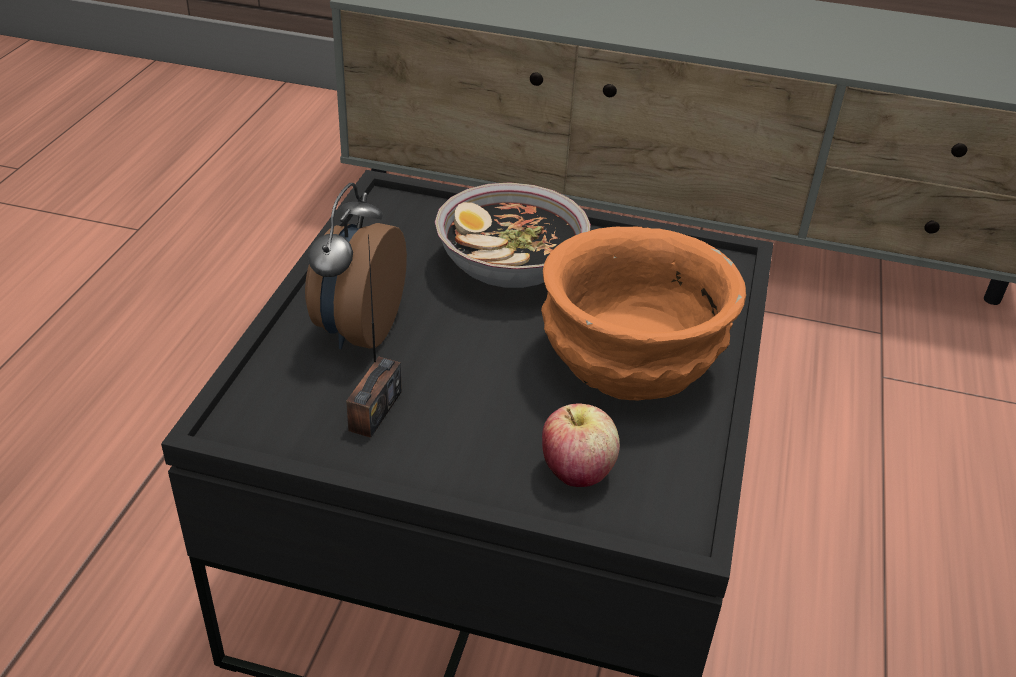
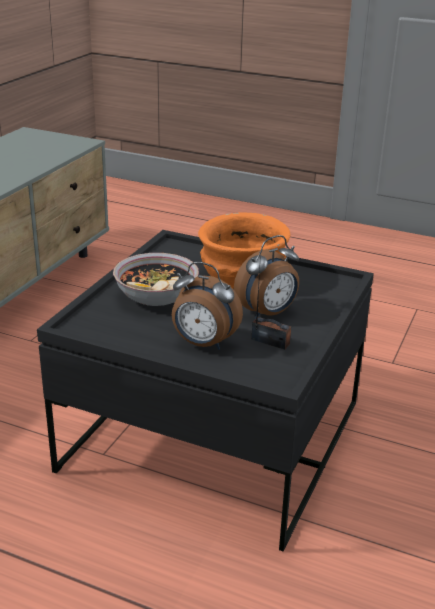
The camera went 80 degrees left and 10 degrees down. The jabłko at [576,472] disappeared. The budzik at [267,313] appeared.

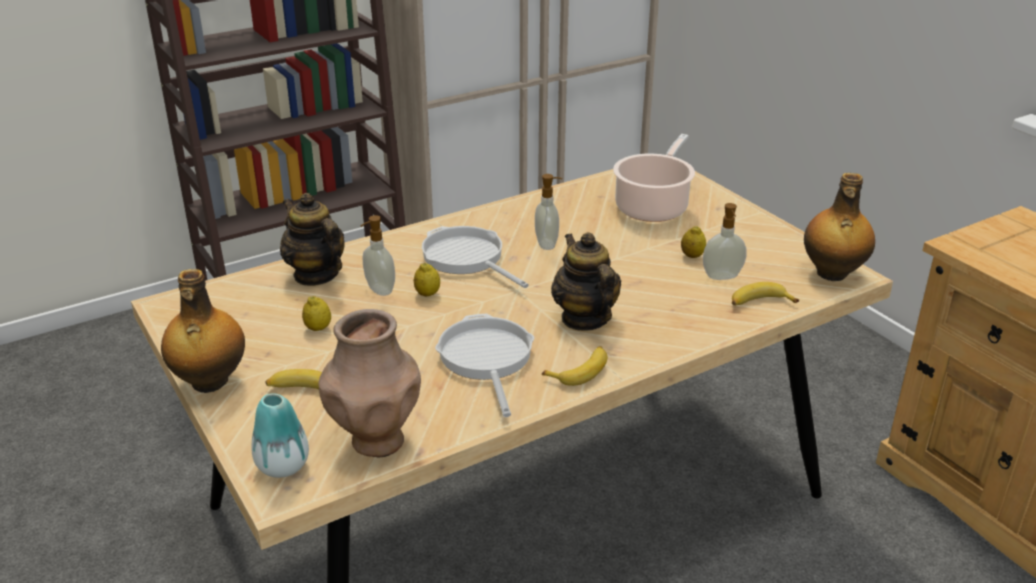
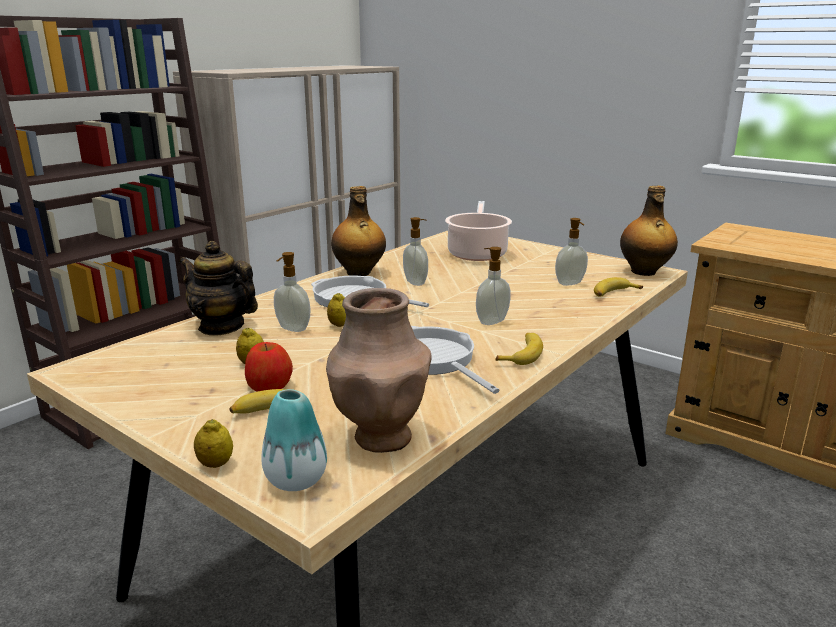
The camera went 20 degrees left and 10 degrees down. The jabłko at [269,385] appeared. The butelka moved from [209,382] to [359,273]. The cytryna moved from [692,256] to [215,464]. The imbryk at [584,318] was replaced by the dozownik mydła at [491,321].

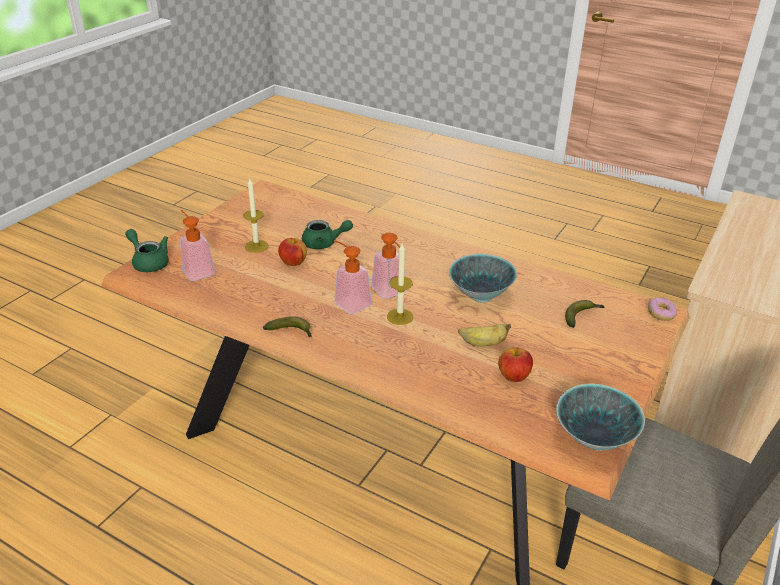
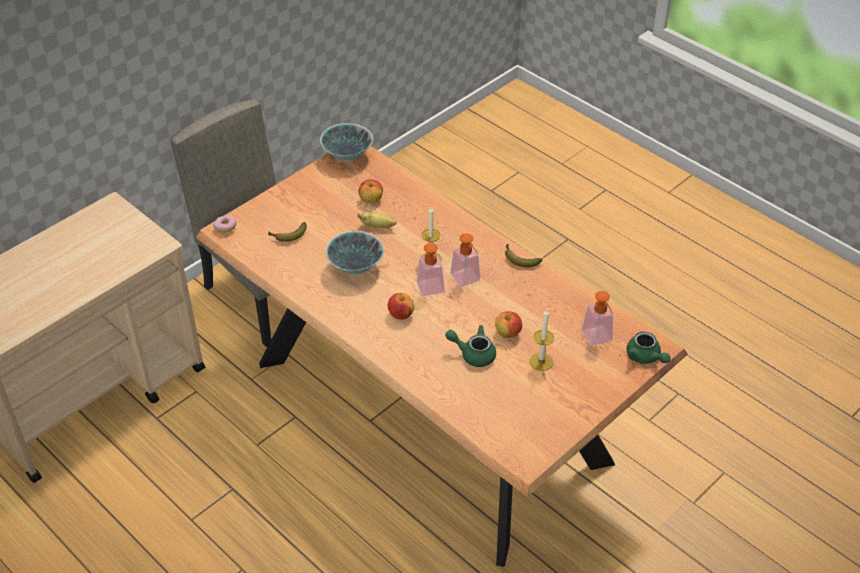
The camera went 165 degrees left and 10 degrees up. The jabłko at [401,314] appeared.

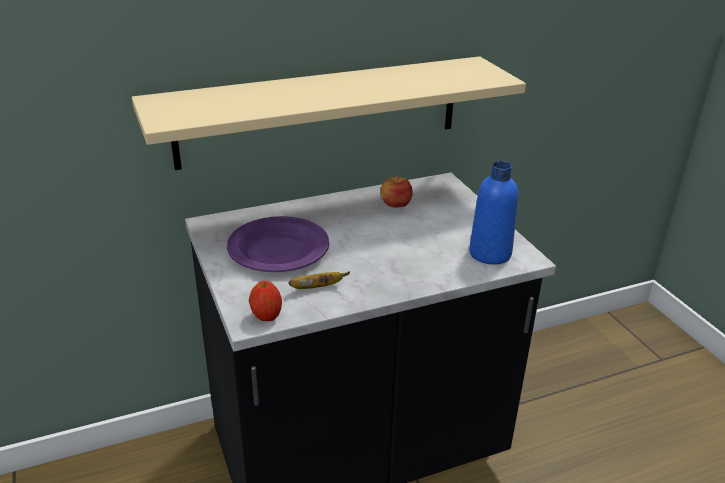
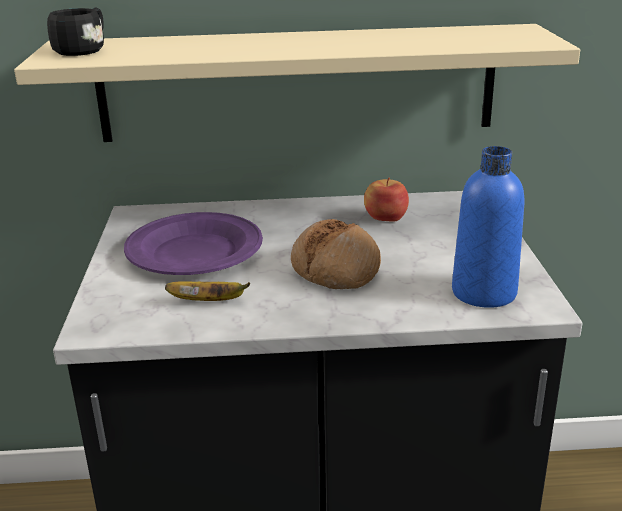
The camera went 20 degrees right and 5 degrees down. The jabłko at [266,316] disappeared. The kubek (czarny) at [83,50] appeared. The chleb at [336,269] appeared.

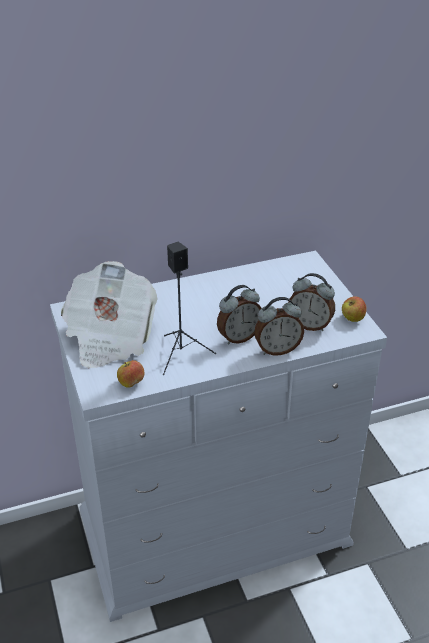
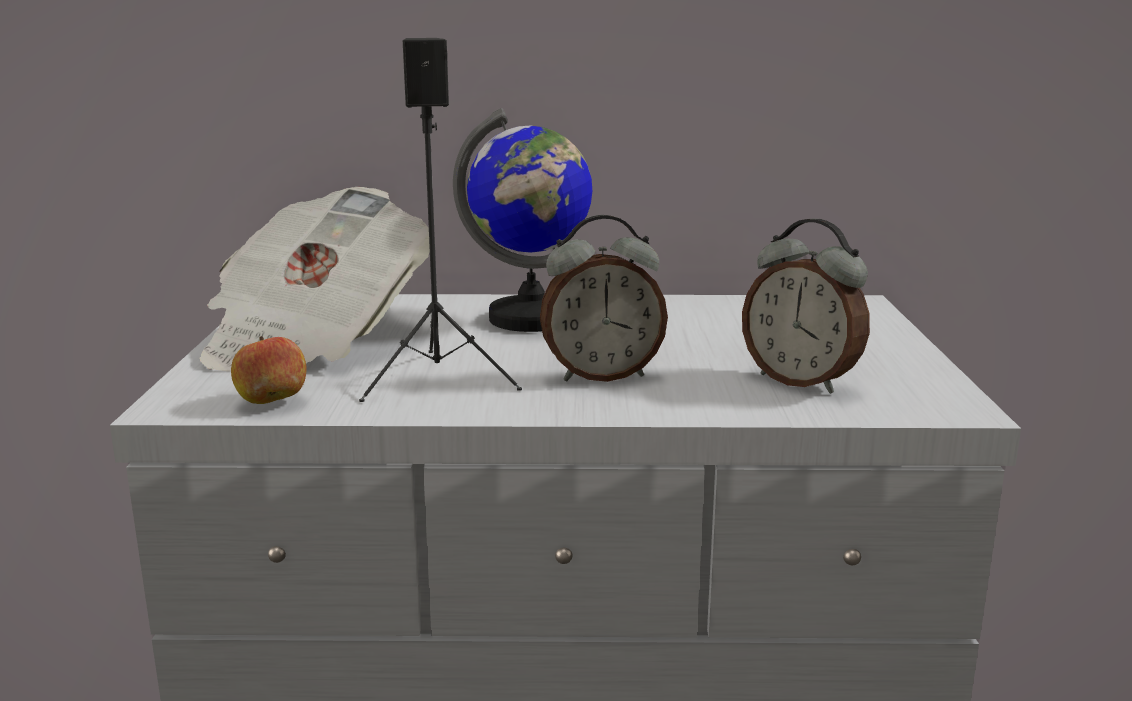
The camera went 20 degrees right and 20 degrees down. The budzik at [277,349] disappeared. The jabłko at [352,318] disappeared. The globus at [532,319] appeared.

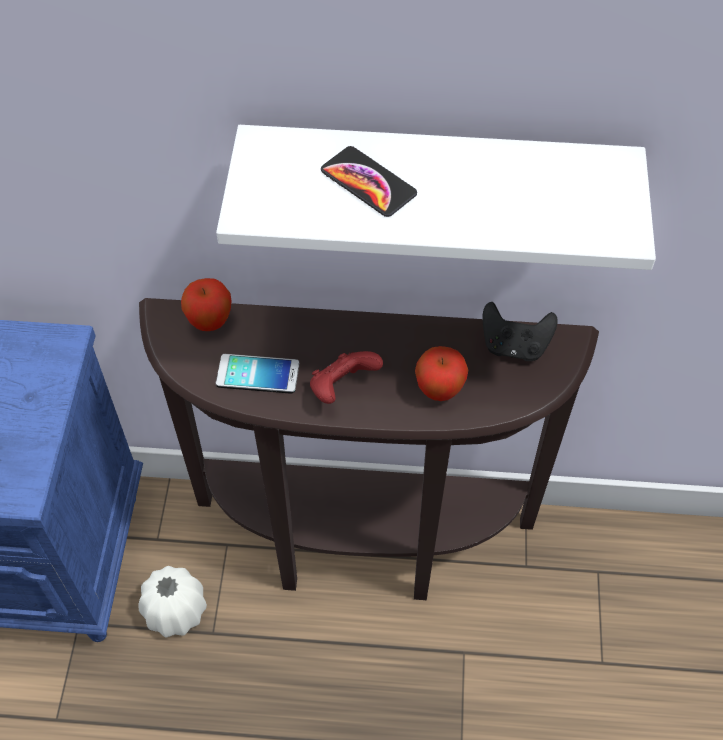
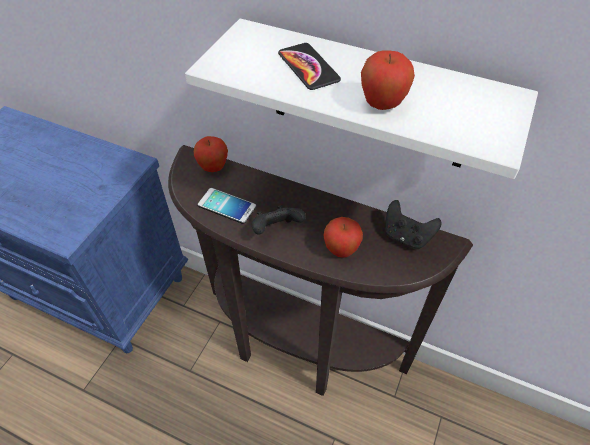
The camera went 20 degrees right and 5 degrees down. The wazon (biały) at [176,611] disappeared. The jabłko at [382,105] appeared. The pad do gier (czerwony) at [342,388] became the pad do gier (czarny) at [276,229].

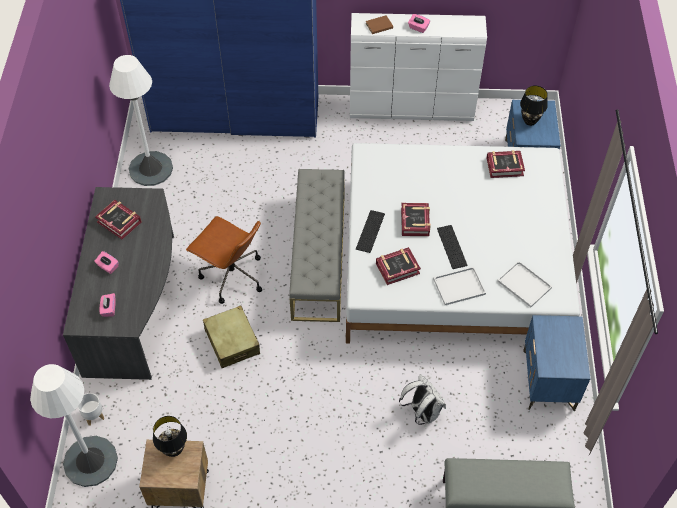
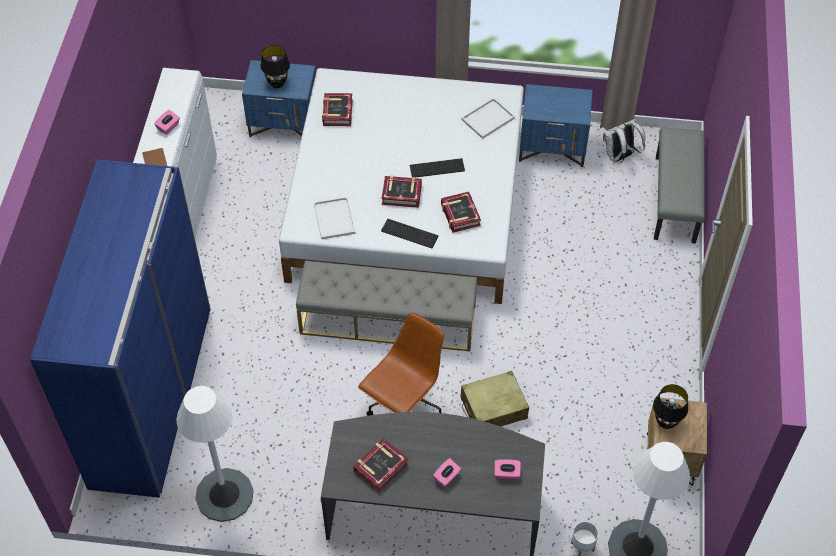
The camera went 85 degrees left and 0 degrees up. The plecak (biały) moved from [422,412] to [619,156]. The taca (biały) moved from [460,286] to [333,218].

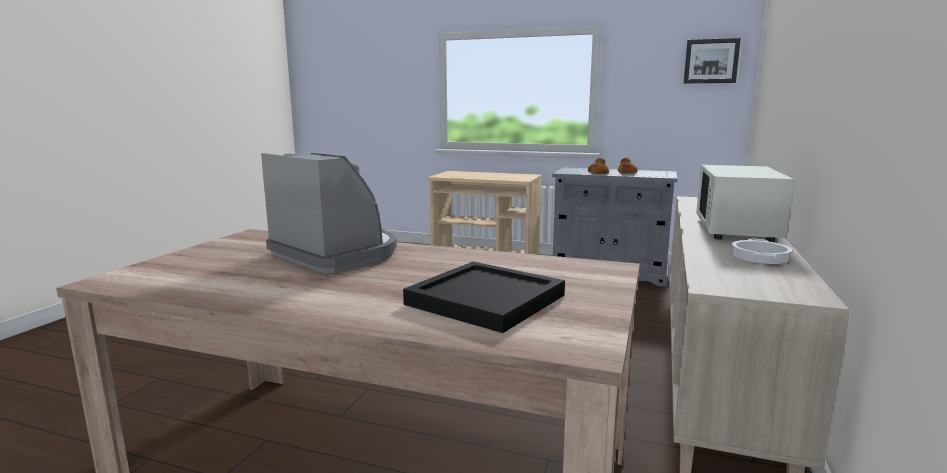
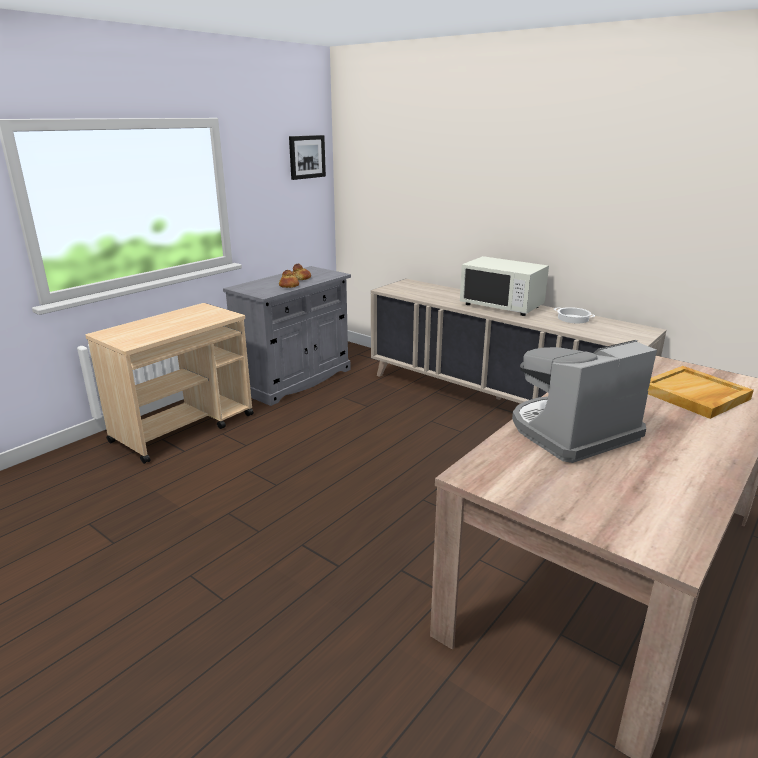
The camera went 70 degrees left and 10 degrees up. The taca (czarny) at [484,300] became the taca (beżowy) at [694,395].

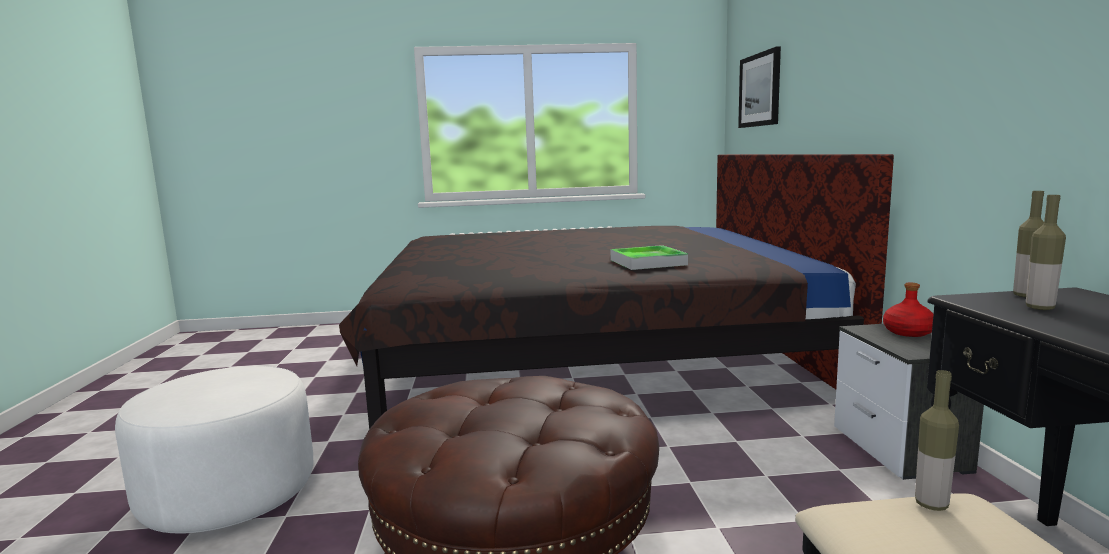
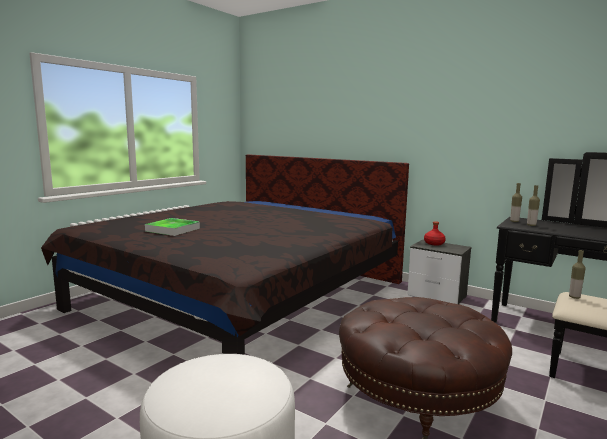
The camera went 50 degrees left and 0 degrees up. The obraz at [760,90] disappeared. The taca moved from [647,262] to [173,230].

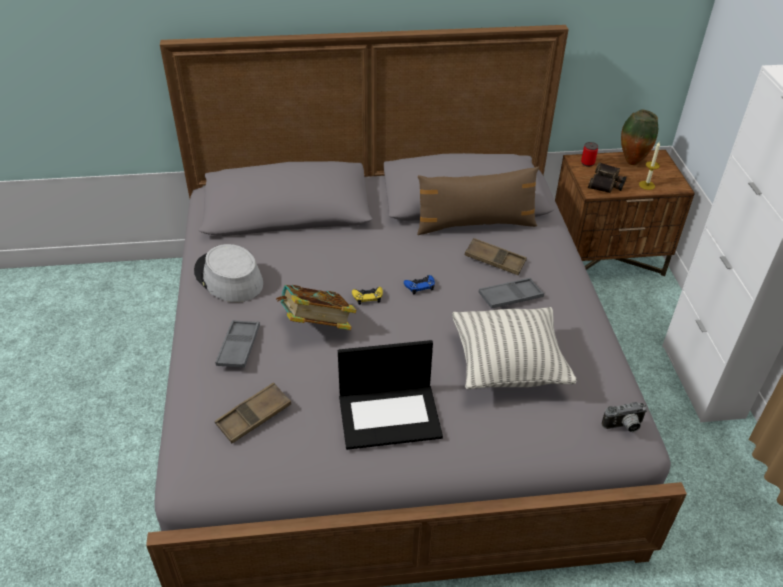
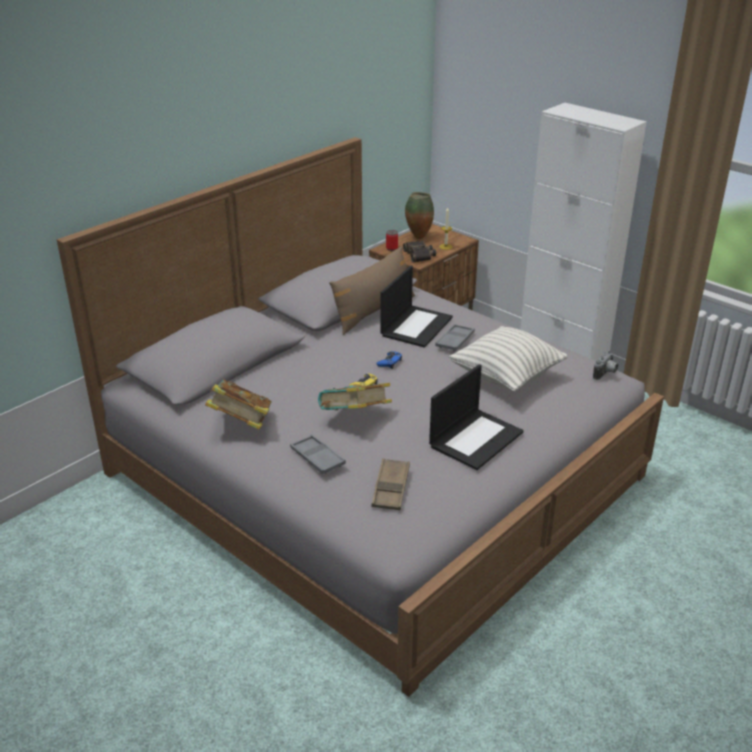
The camera went 40 degrees left and 10 degrees down. The kapelusz (szary) at [228,278] was replaced by the książka at [241,424]. The taca (brązowy) at [495,260] was replaced by the laptop at [416,326].

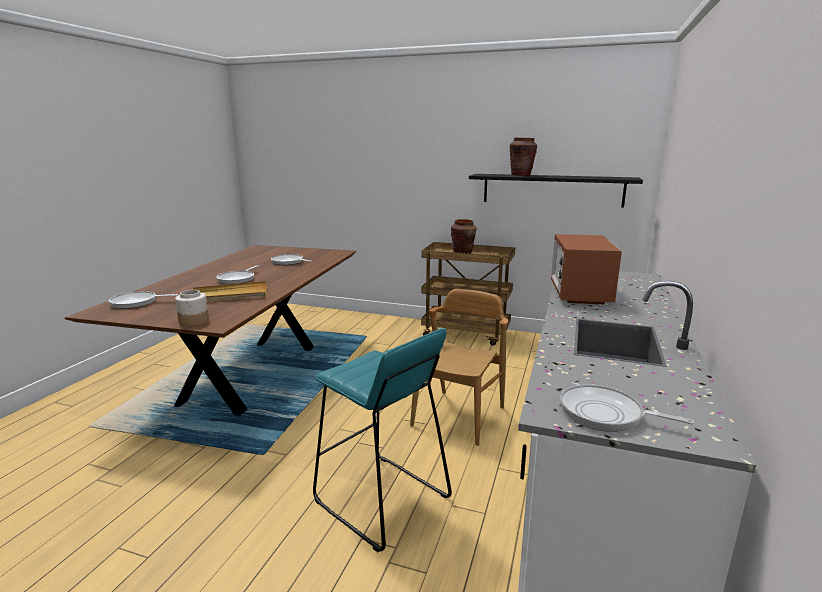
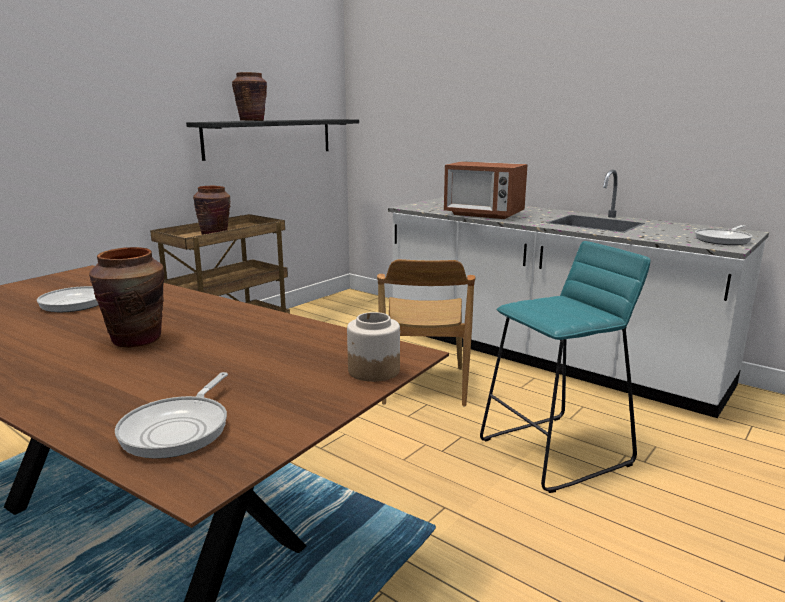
The camera went 70 degrees left and 0 degrees up. The taca (beżowy) at [229,295] disappeared. The patelnia at [237,279] was replaced by the wazon (brązowy) at [136,339]. The krzesło (brązowy) at [459,416] turned 135 degrees counterclockwise.

